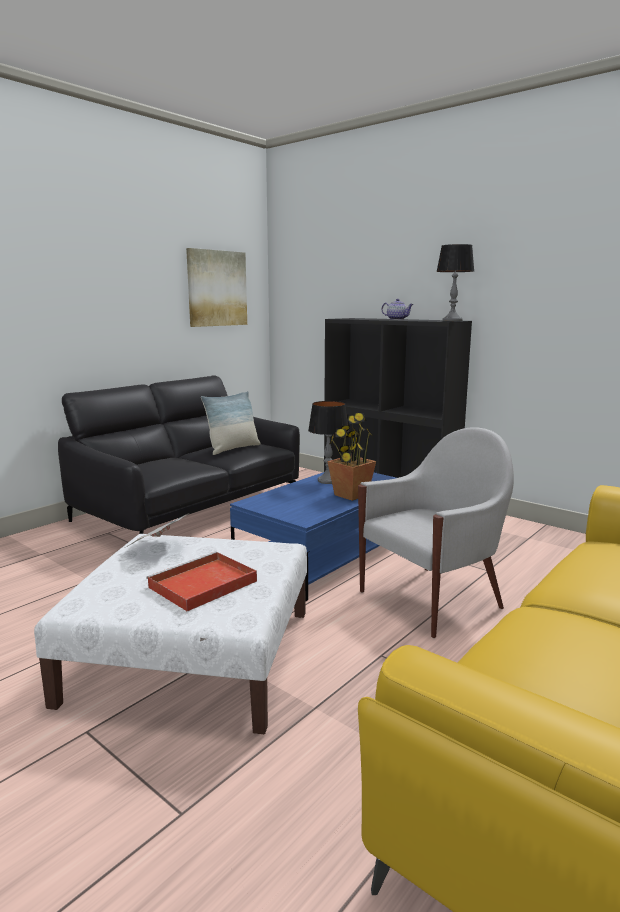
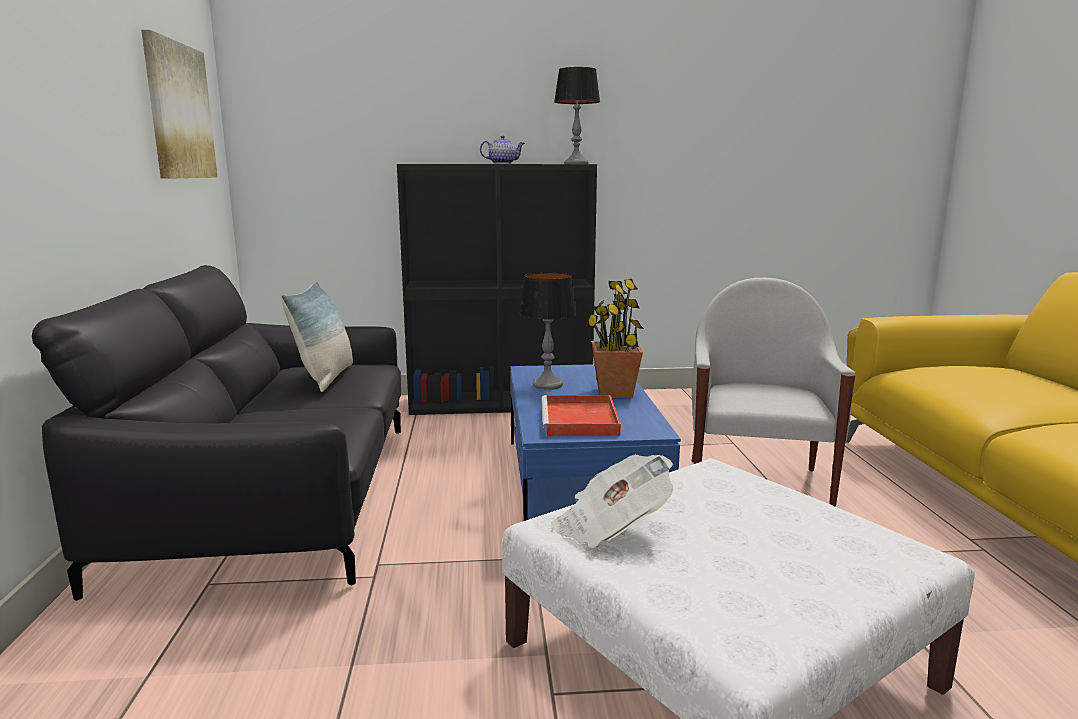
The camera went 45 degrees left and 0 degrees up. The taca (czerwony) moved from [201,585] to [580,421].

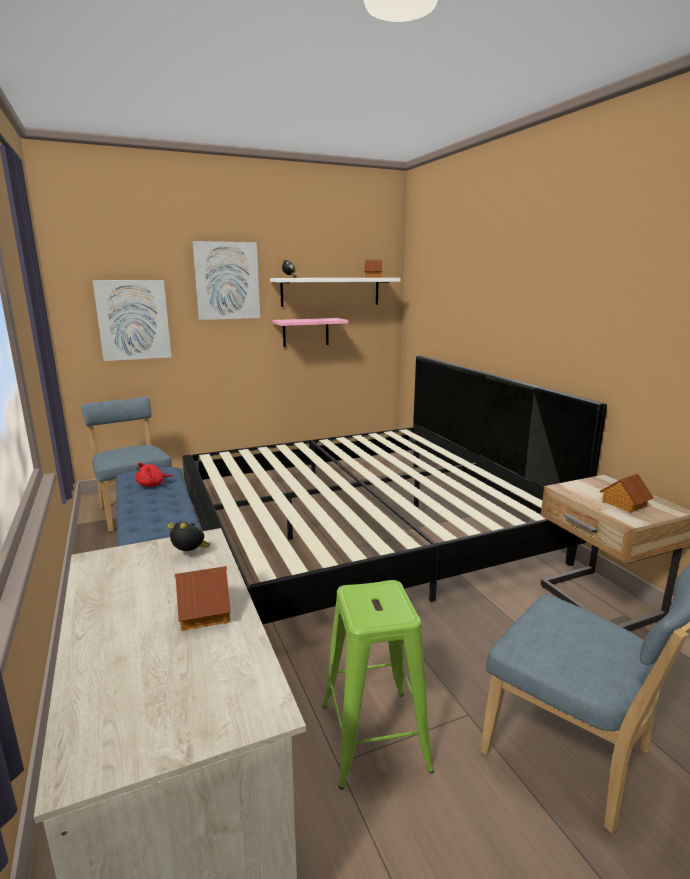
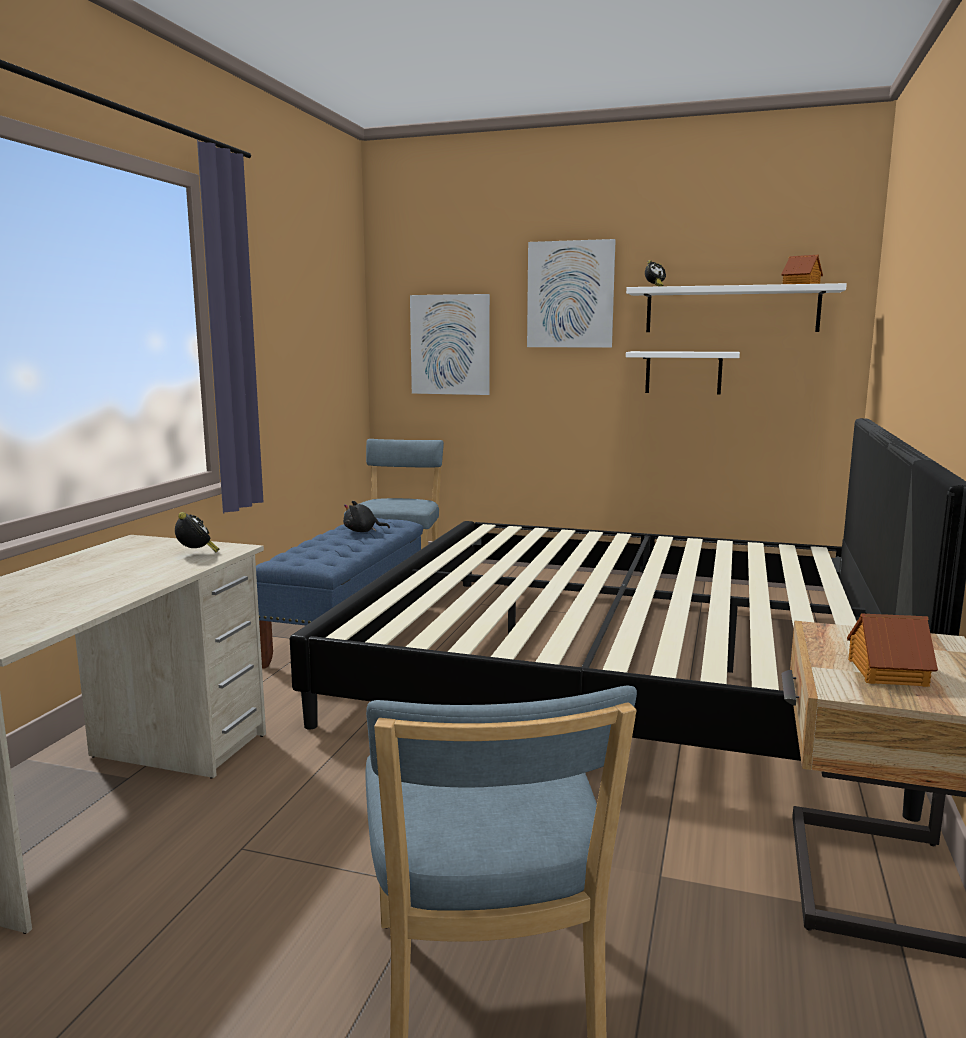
The camera went 40 degrees right and 5 degrees down. The domek at [203,612] disappeared. The stołek (zielony) at [374,735] disappeared. The pluszak (czerwony) at [153,485] became the pluszak (czarny) at [362,531]. The półka (różowy) at [305,332] became the półka (biały) at [683,372].

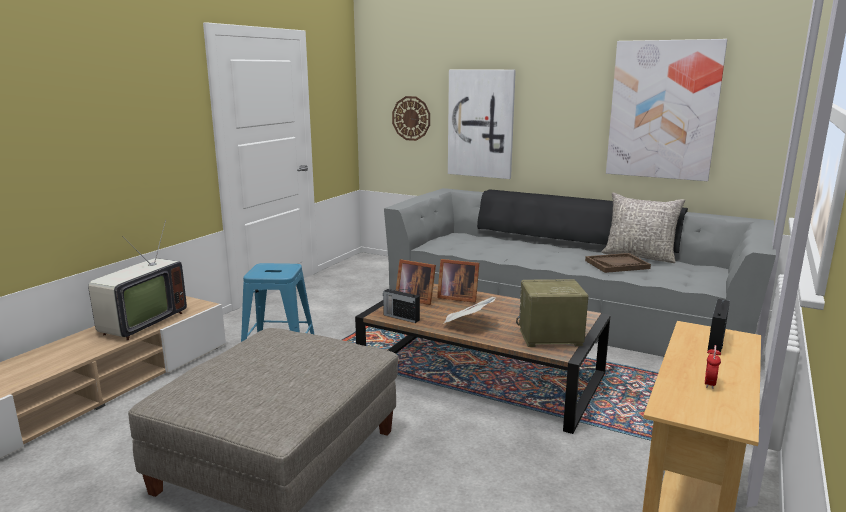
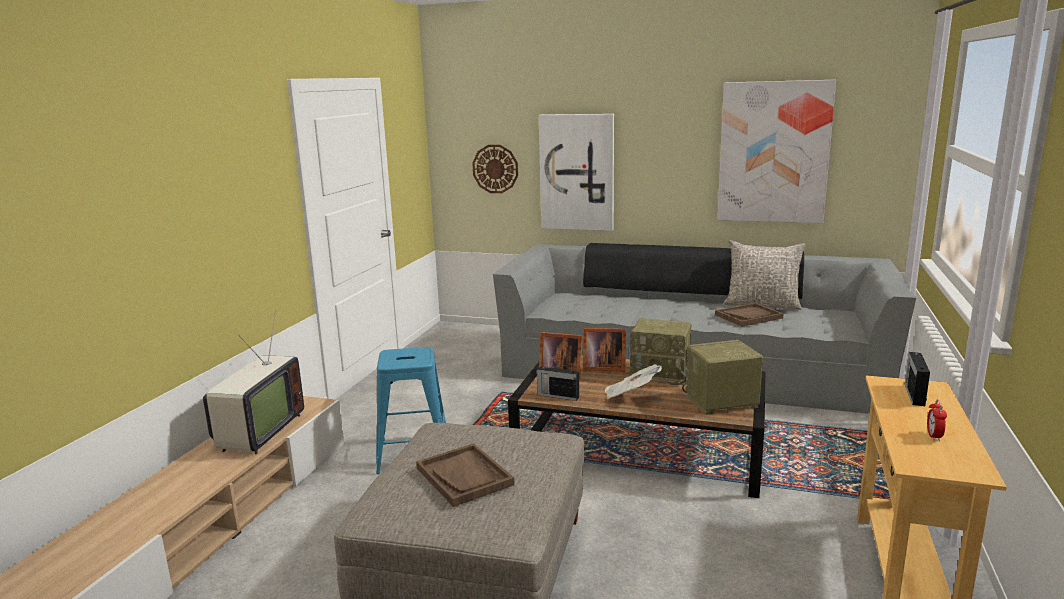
The camera went 10 degrees left and 0 degrees up. The taca (brązowy) at [464,476] appeared. The radio at [661,374] appeared.

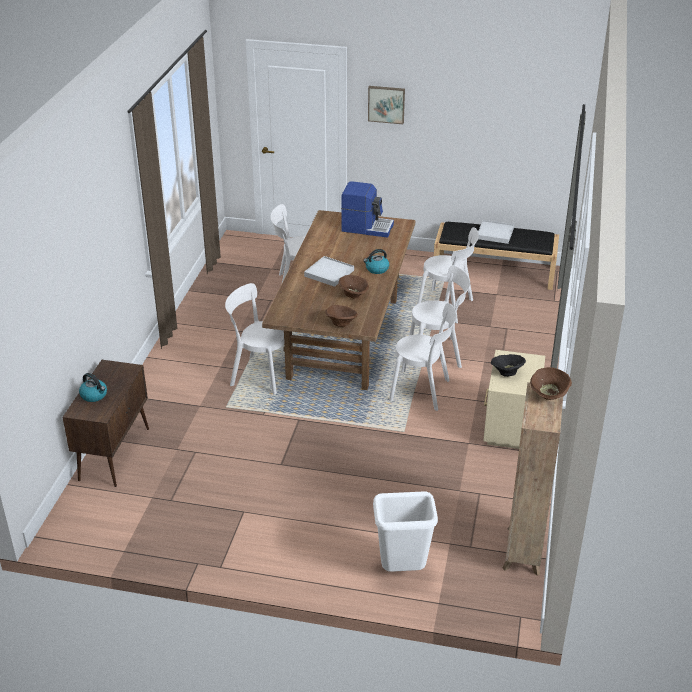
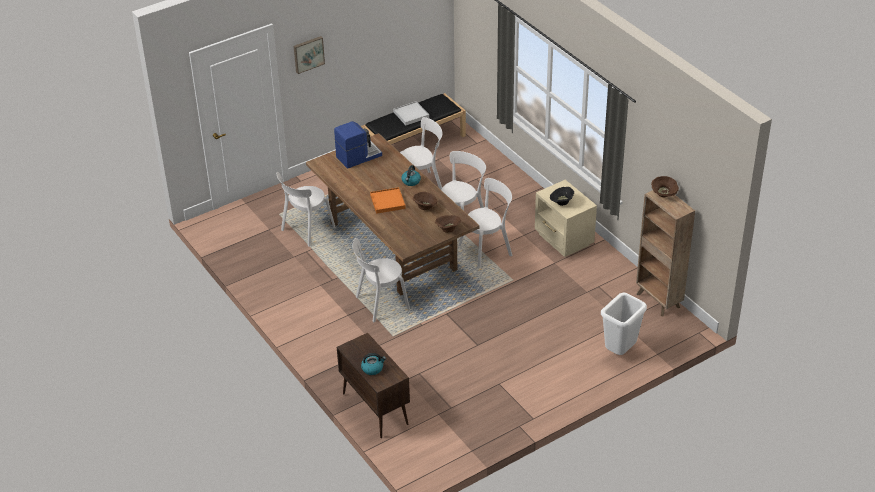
The camera went 45 degrees left and 5 degrees up. The taca (biały) at [329,273] became the taca (pomarańczowy) at [387,202].

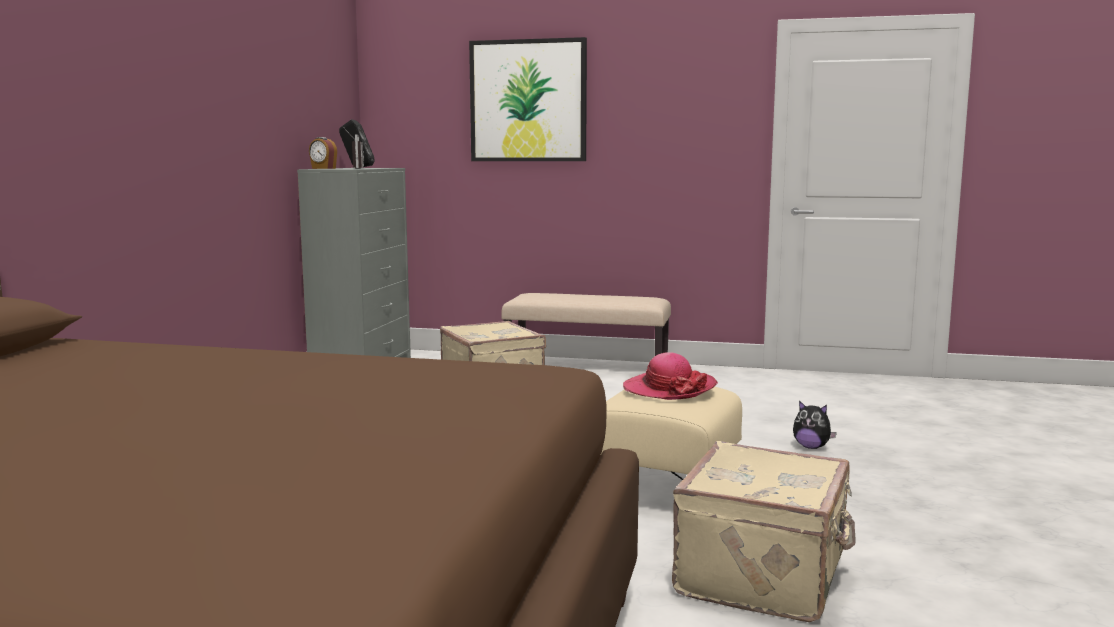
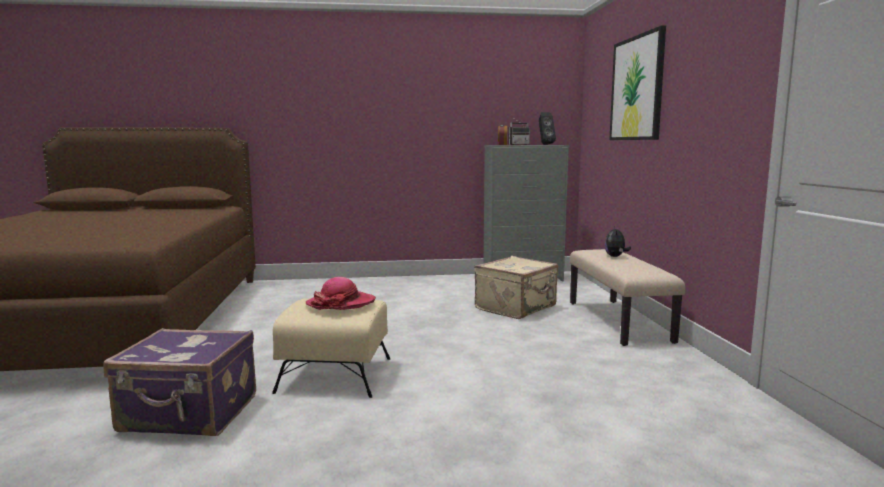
The camera went 70 degrees right and 0 degrees up. The pluszak moved from [811,447] to [615,256]. The walizka (beżowy) at [764,576] became the walizka (fioletowy) at [189,415].

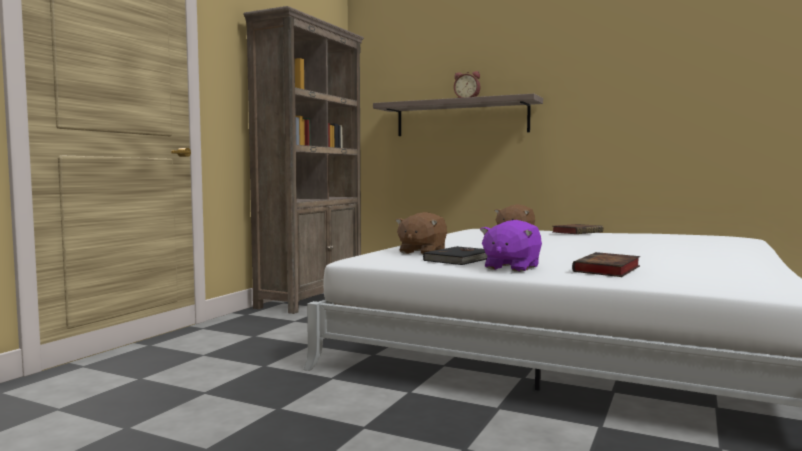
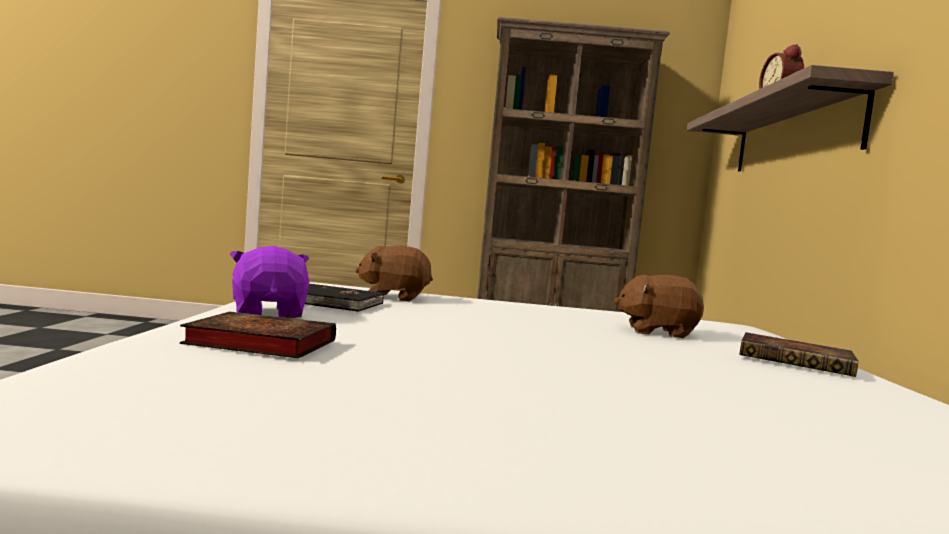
The camera went 65 degrees right and 0 degrees up. The pluszak (fioletowy) at [511,267] turned 60 degrees clockwise.

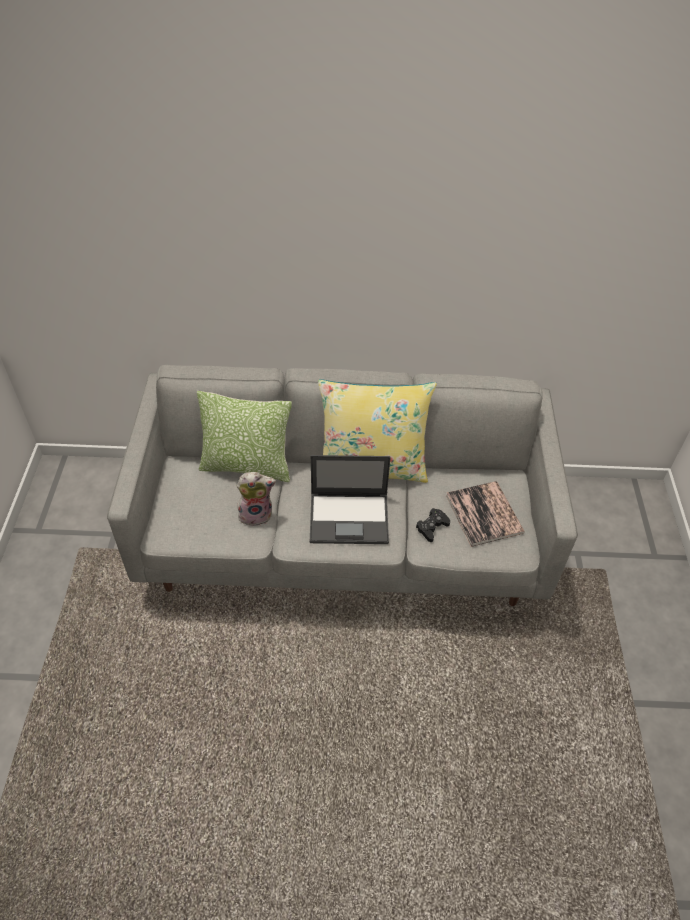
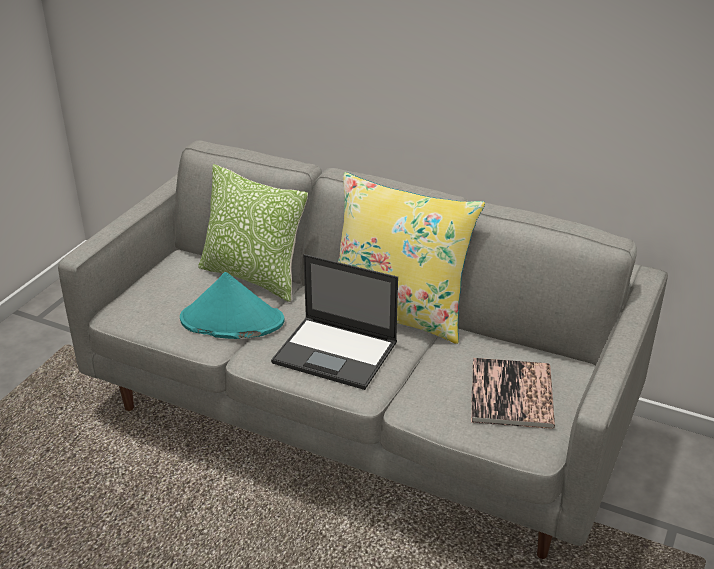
The camera went 25 degrees right and 15 degrees down. The pad do gier (czarny) at [432,527] disappeared. The pluszak at [256,514] was replaced by the kapelusz (turkusowy) at [231,321].

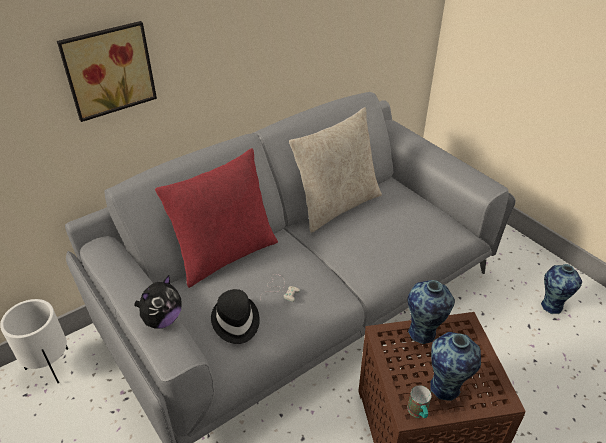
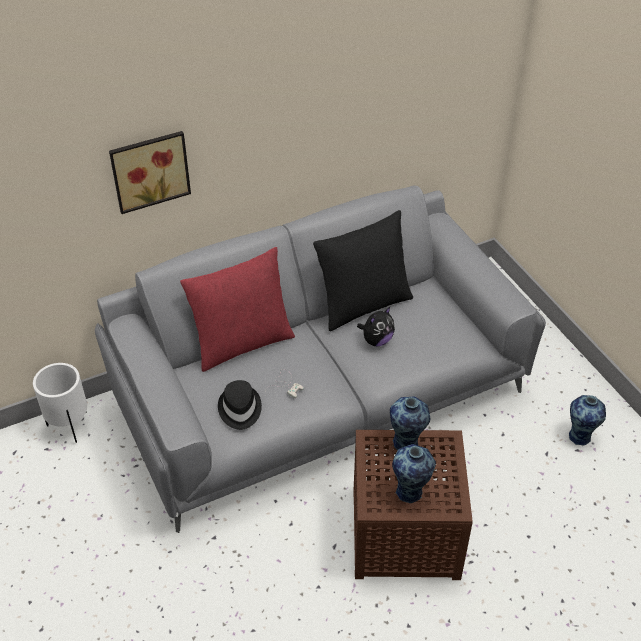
The camera went 10 degrees right and 5 degrees up. The kubek at [418,413] disappeared. The pluszak moved from [162,319] to [376,340]. The poduszka (beżowy) at [336,205] became the poduszka (czarny) at [363,304].

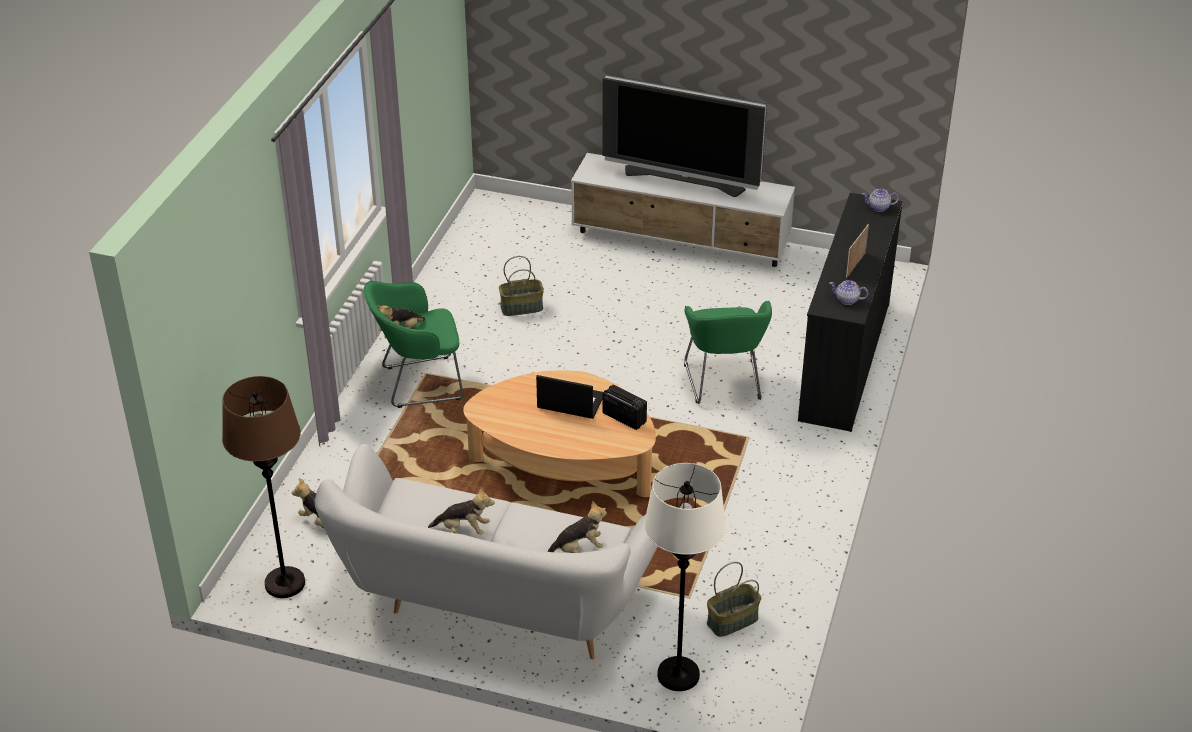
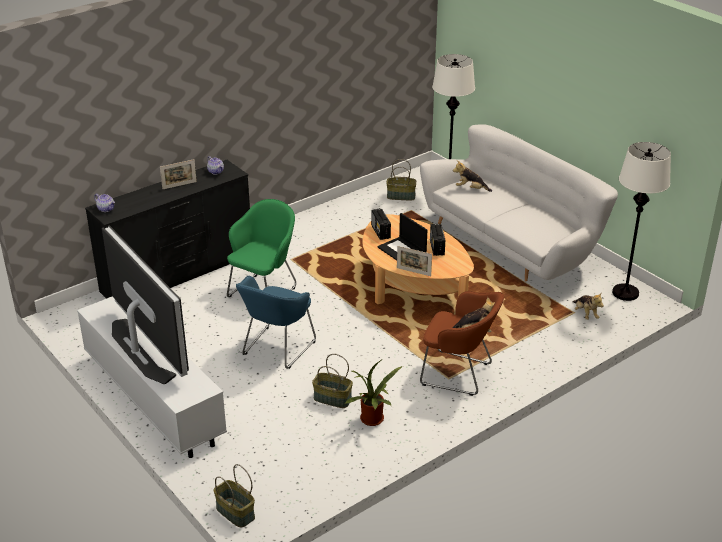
The camera went 145 degrees left and 5 degrees down. The pluszak at [463,529] disappeared. The koszyk at [234,513] appeared. The fotel (niebieski) at [276,349] appeared. The roślina doniczkowa at [373,421] appeared. The ramka na zdjęcie at [413,272] appeared. The radio at [437,248] appeared. The lampa stojąca (brązowy) at [284,583] became the lampa stojąca (biały) at [625,293]. The fotel (zielony) at [418,383] became the fotel (brązowy) at [459,374].

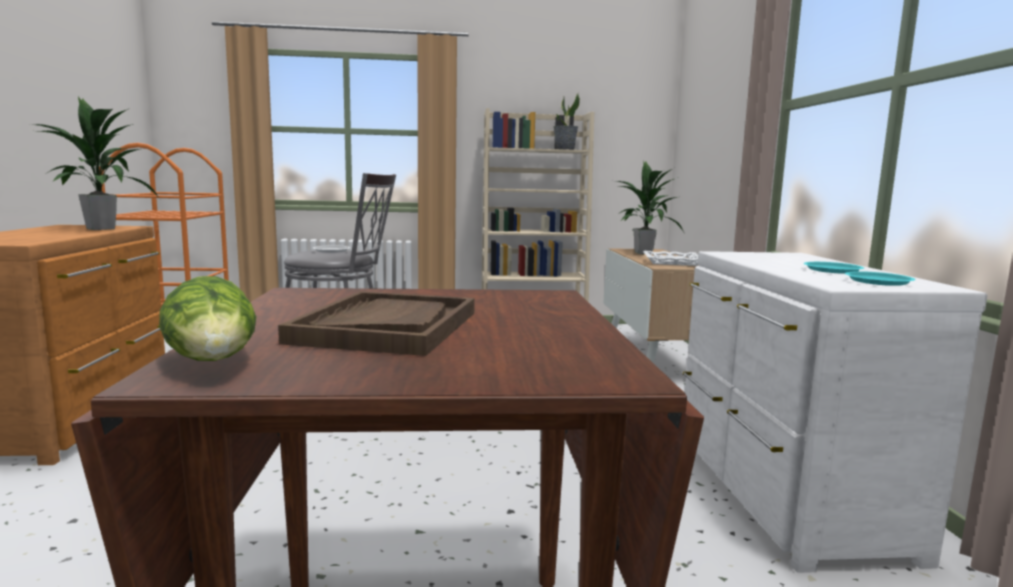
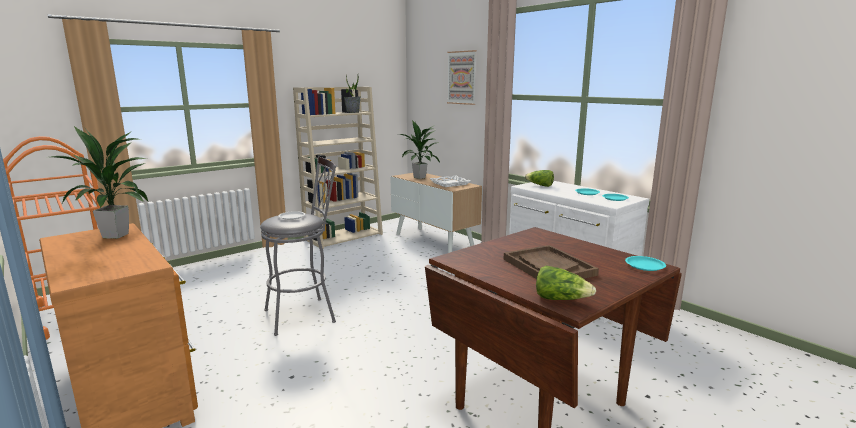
The camera went 35 degrees left and 5 degrees up. The obraz at [462,77] appeared. The sałata at [540,185] appeared. The talerz (turkusowy) at [645,266] appeared.

